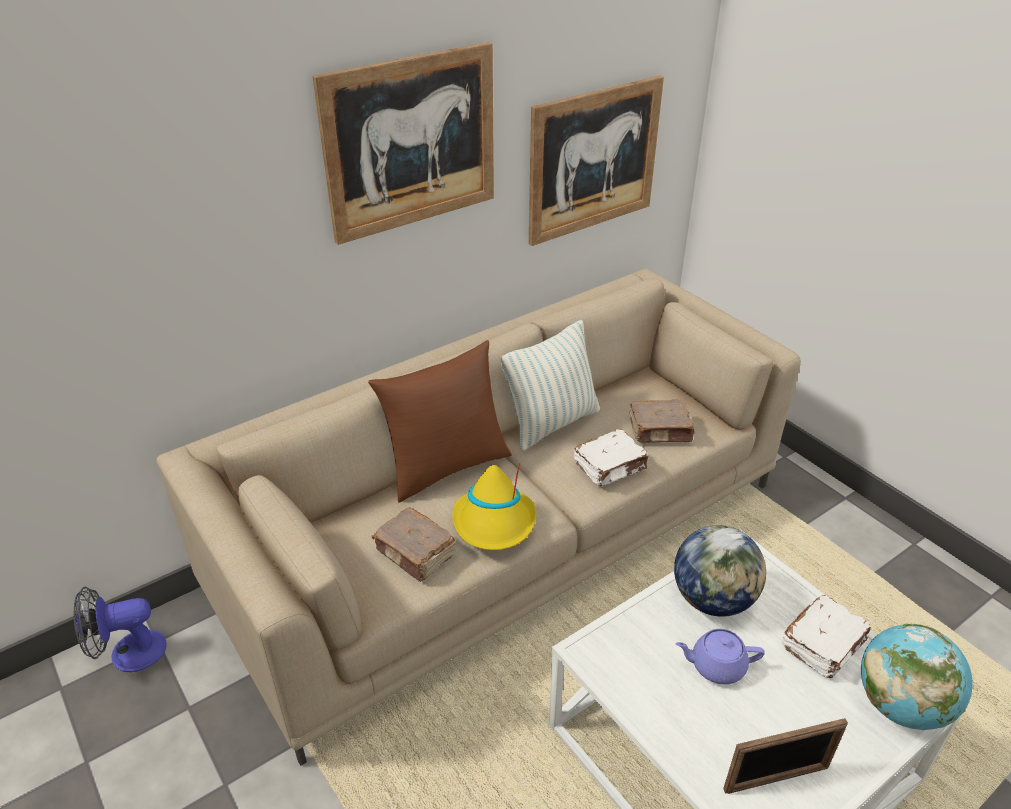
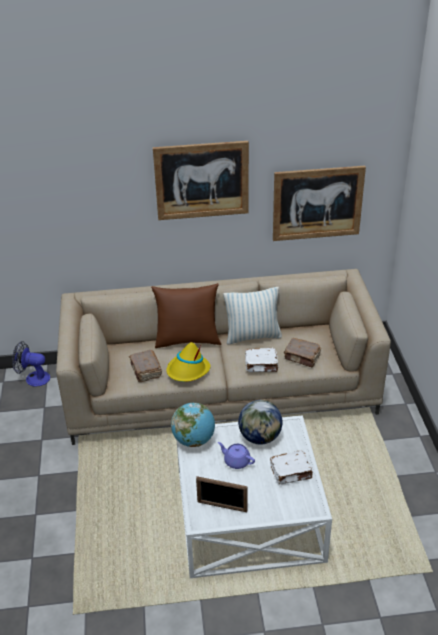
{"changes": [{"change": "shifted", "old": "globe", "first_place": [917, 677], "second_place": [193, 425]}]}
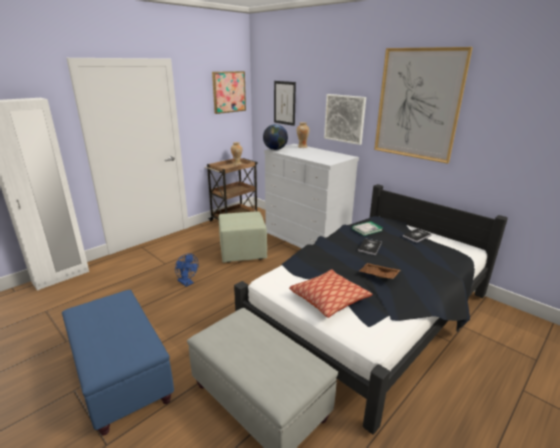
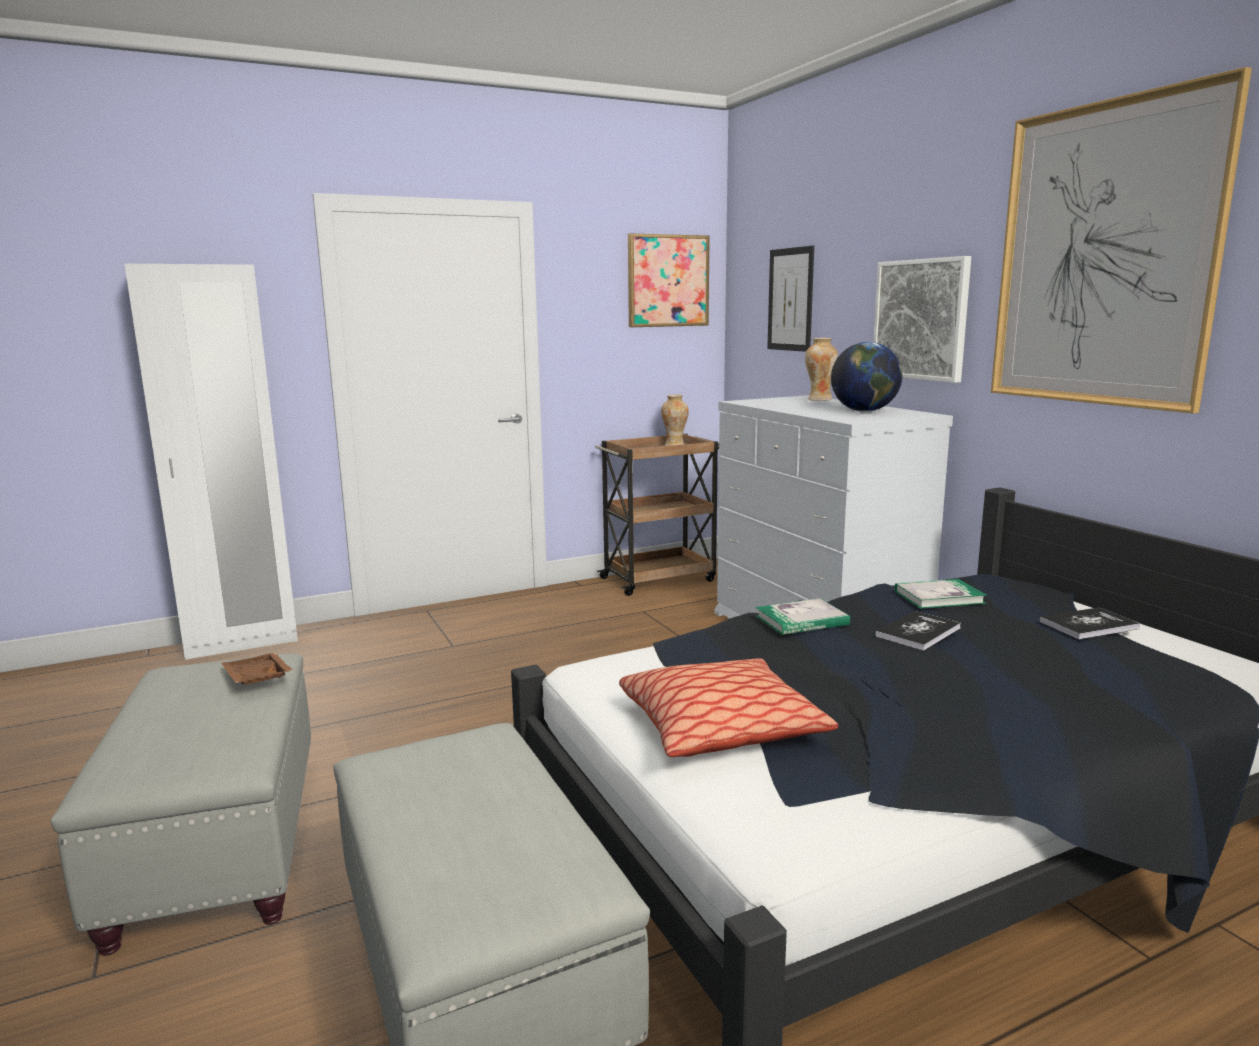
{"changes": [{"change": "repainted", "old": "pouf [bleu]", "new": "pouf [gris]", "first_place": [118, 362], "second_place": [181, 805]}, {"change": "shifted", "old": "plateau [marron]", "first_place": [379, 271], "second_place": [257, 669]}, {"change": "new", "new": "livre", "second_place": [802, 616]}, {"change": "shifted", "old": "globe", "first_place": [275, 137], "second_place": [866, 377]}, {"change": "gone", "old": "ventilateur [bleu]", "first_place": [186, 270]}, {"change": "gone", "old": "pouf [vert]", "first_place": [243, 237]}]}
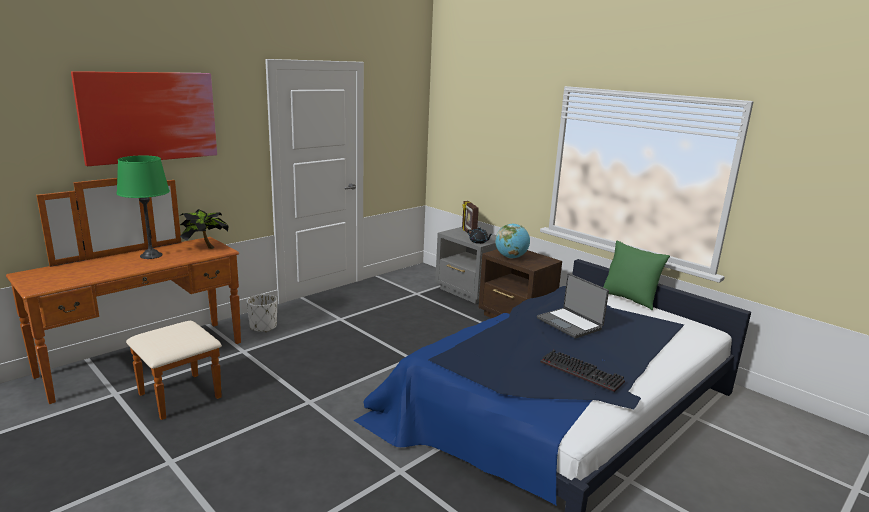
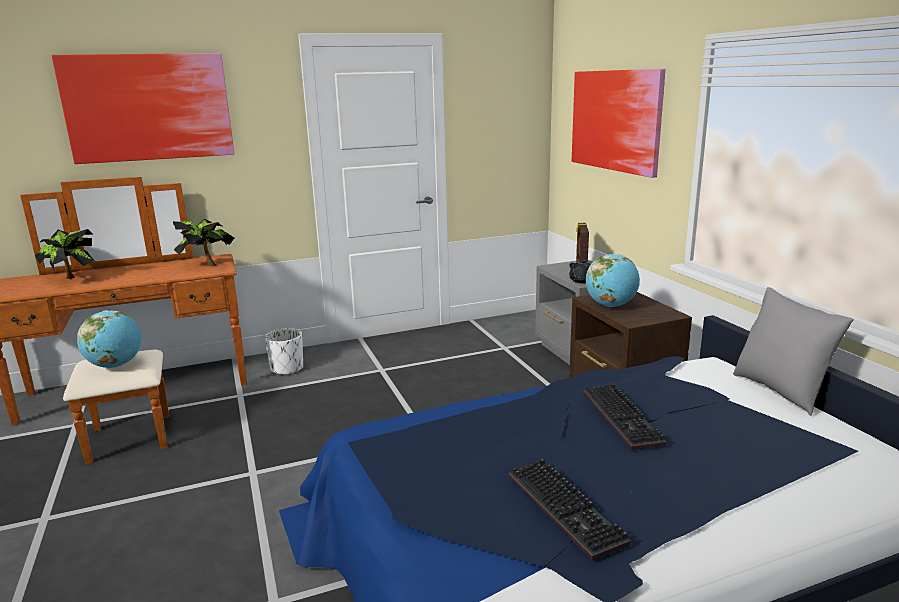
{"changes": [{"change": "new", "new": "plante en pot", "second_place": [64, 254]}, {"change": "new", "new": "globe", "second_place": [109, 339]}, {"change": "new", "new": "tableau", "second_place": [618, 123]}, {"change": "swapped", "old": "ordinateur portable", "new": "clavier", "first_place": [573, 305], "second_place": [625, 416]}, {"change": "repainted", "old": "coussin [vert]", "new": "coussin [gris]", "first_place": [636, 275], "second_place": [793, 351]}, {"change": "gone", "old": "lampe de table [vert]", "first_place": [143, 207]}]}
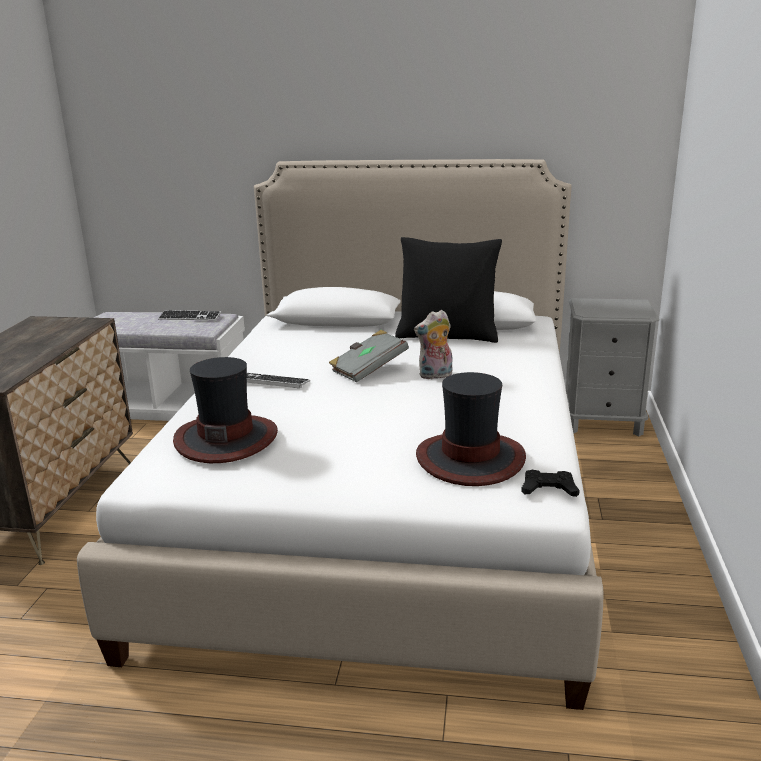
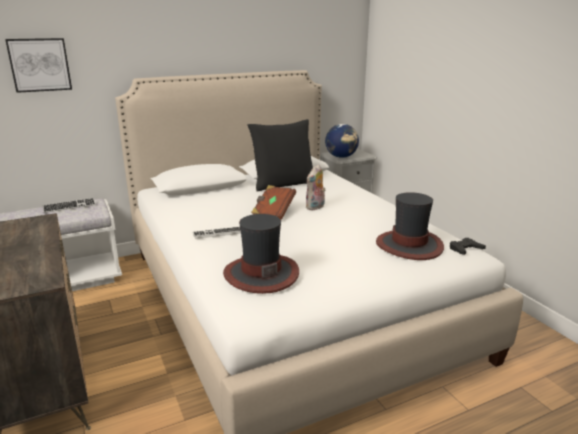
{"changes": [{"change": "new", "new": "tableau", "second_place": [38, 65]}, {"change": "repainted", "old": "livre [gris]", "new": "livre [marron]", "first_place": [369, 356], "second_place": [273, 202]}, {"change": "new", "new": "globe", "second_place": [342, 141]}]}
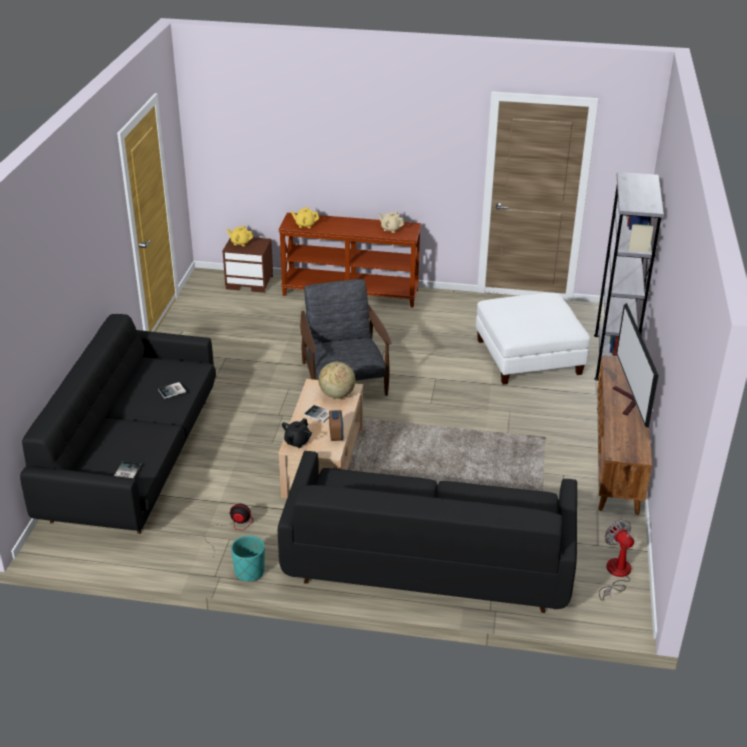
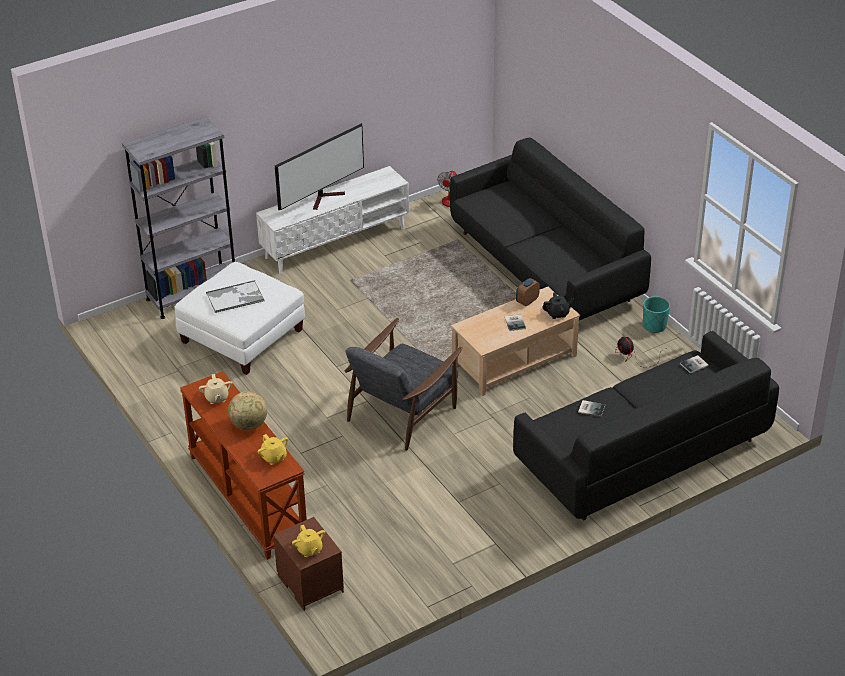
{"changes": [{"change": "new", "new": "plateau", "second_place": [235, 296]}, {"change": "shifted", "old": "globe", "first_place": [336, 380], "second_place": [247, 410]}, {"change": "repainted", "old": "meuble télé [marron]", "new": "meuble télé [blanc]", "first_place": [624, 435], "second_place": [332, 220]}]}
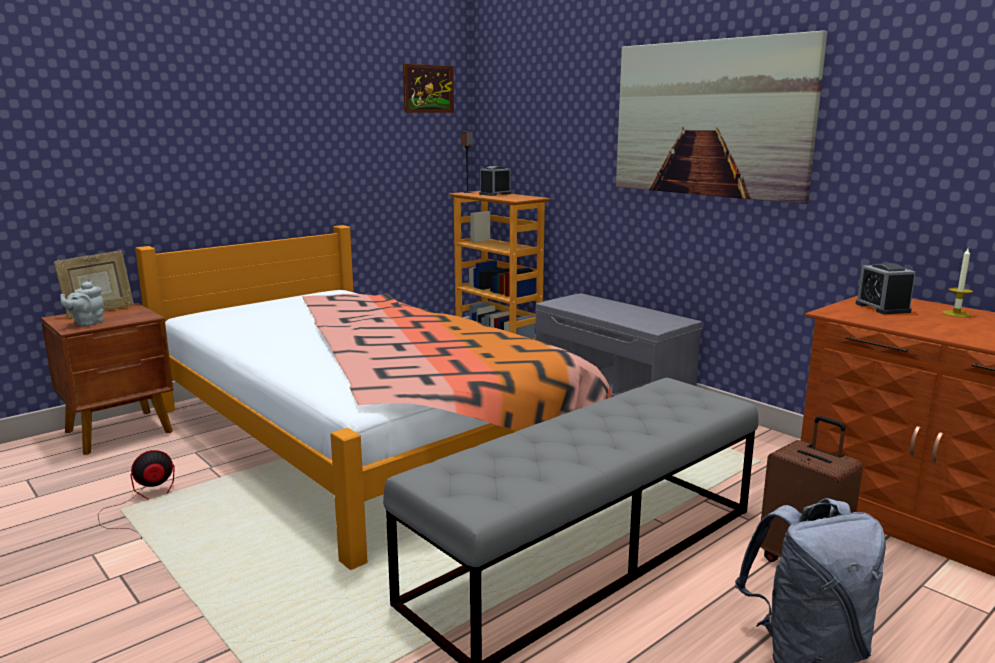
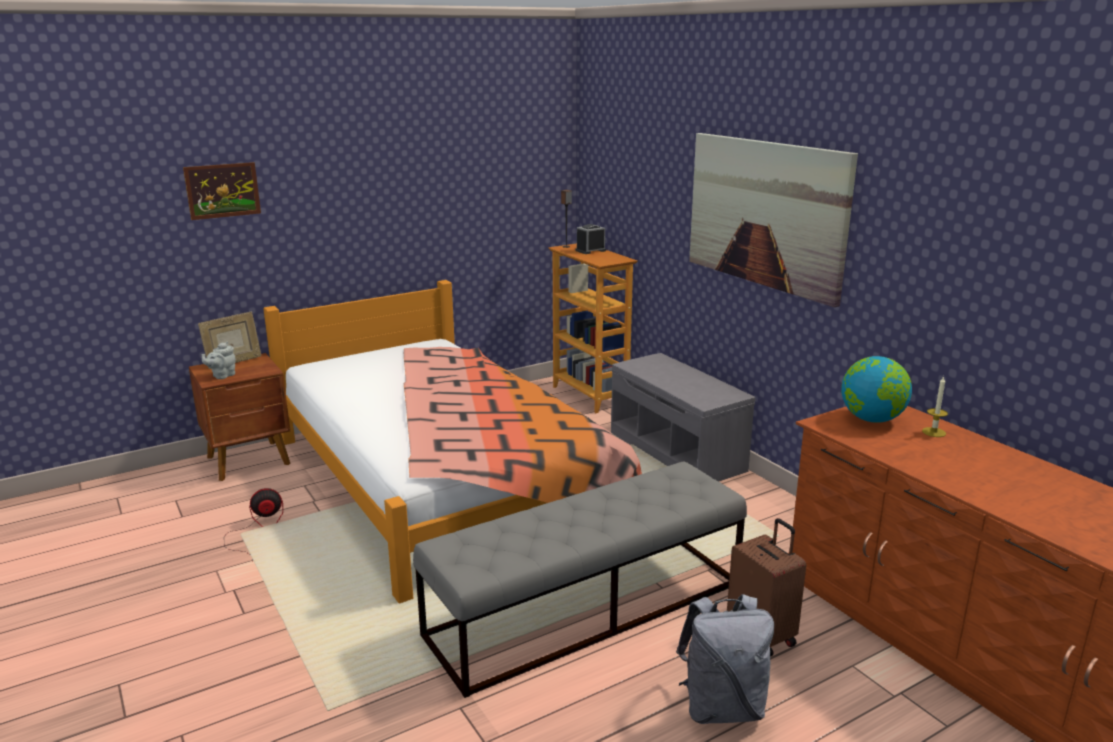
{"changes": [{"change": "shifted", "old": "tableau", "first_place": [428, 88], "second_place": [222, 191]}, {"change": "swapped", "old": "réveil", "new": "globe", "first_place": [885, 288], "second_place": [876, 389]}]}
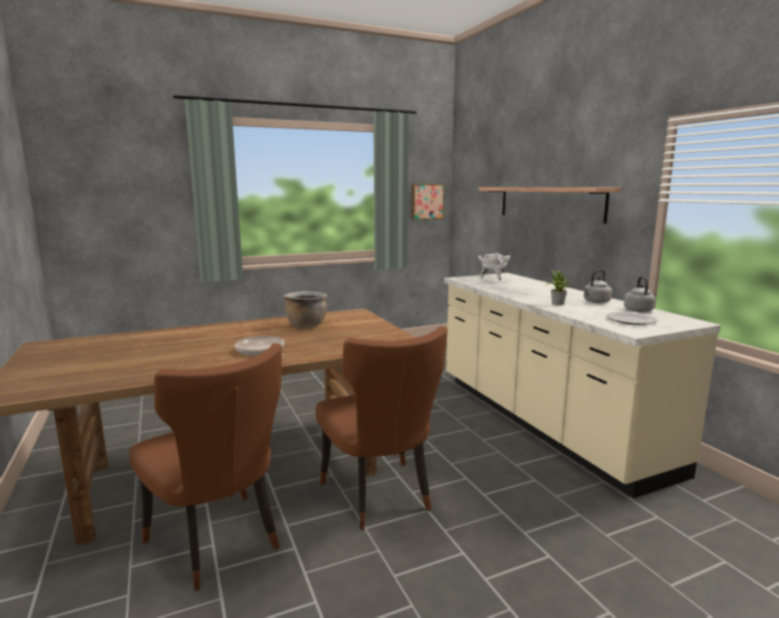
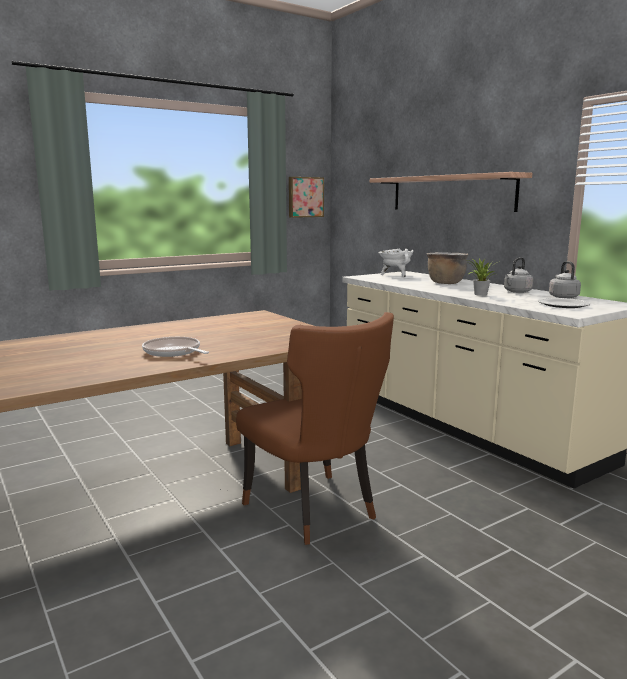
{"changes": [{"change": "shifted", "old": "marmite [marron]", "first_place": [305, 309], "second_place": [447, 268]}, {"change": "gone", "old": "chaise [marron]", "first_place": [205, 467]}]}
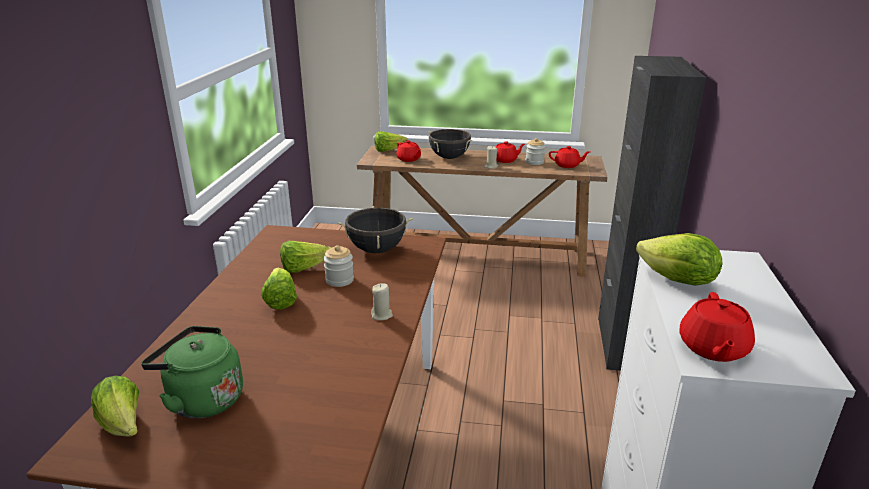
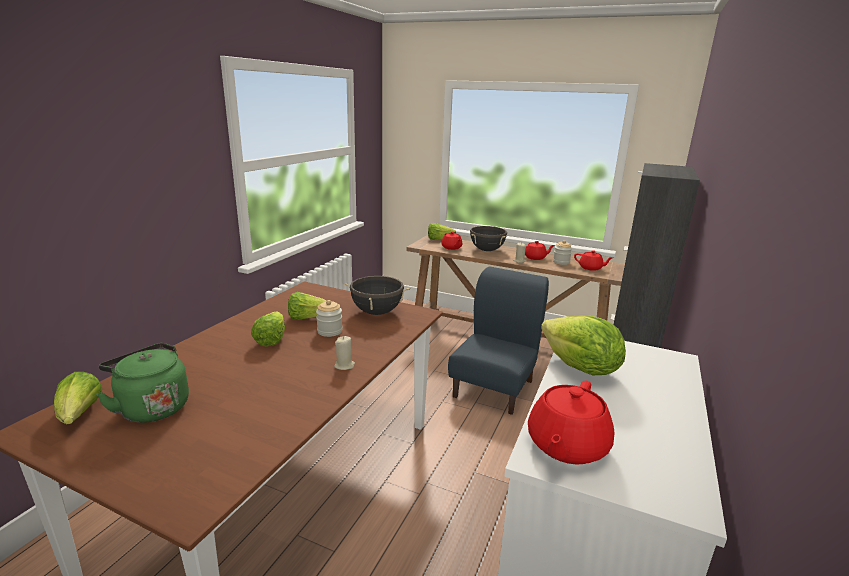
{"changes": [{"change": "new", "new": "chaise [bleu]", "second_place": [498, 341]}]}
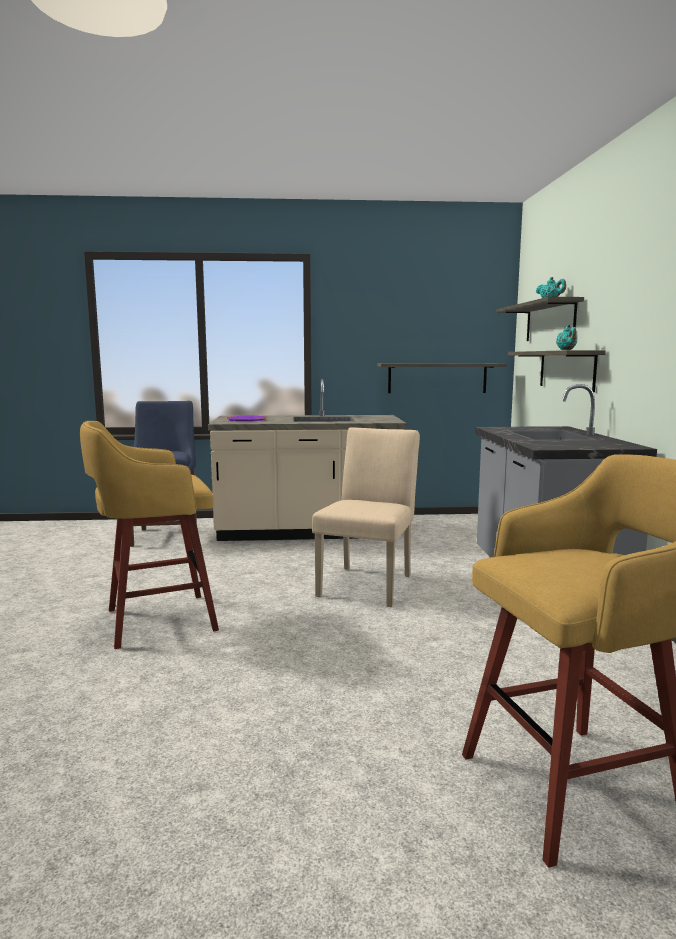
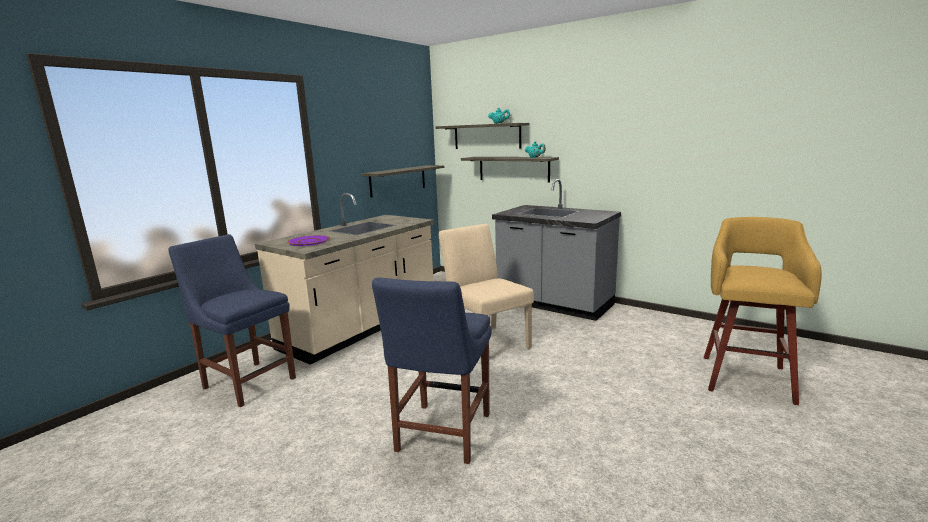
{"changes": [{"change": "swapped", "old": "tabouret [jaune]", "new": "chaise [bleu]", "first_place": [149, 535], "second_place": [432, 370]}]}
